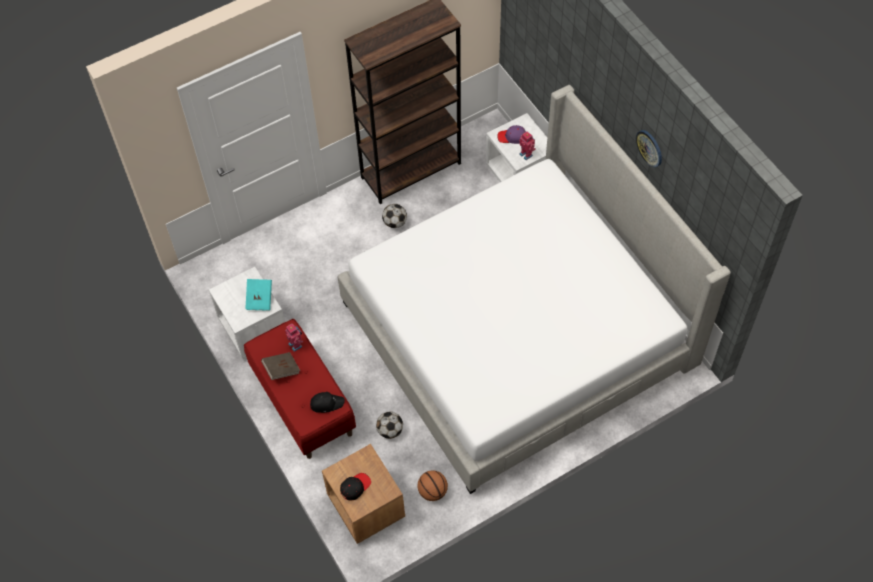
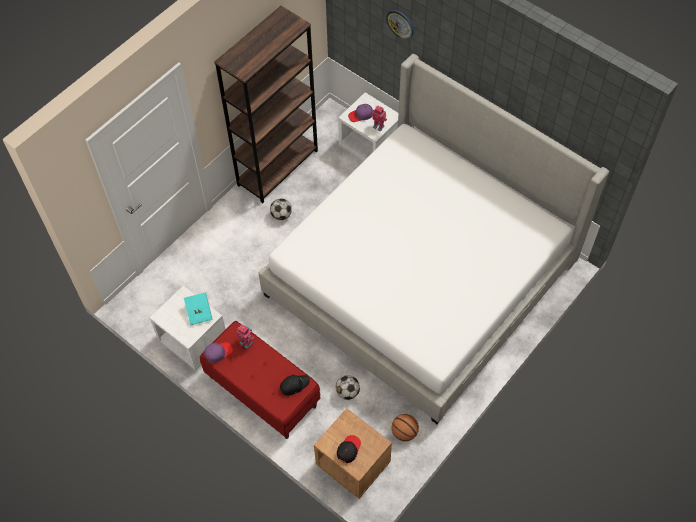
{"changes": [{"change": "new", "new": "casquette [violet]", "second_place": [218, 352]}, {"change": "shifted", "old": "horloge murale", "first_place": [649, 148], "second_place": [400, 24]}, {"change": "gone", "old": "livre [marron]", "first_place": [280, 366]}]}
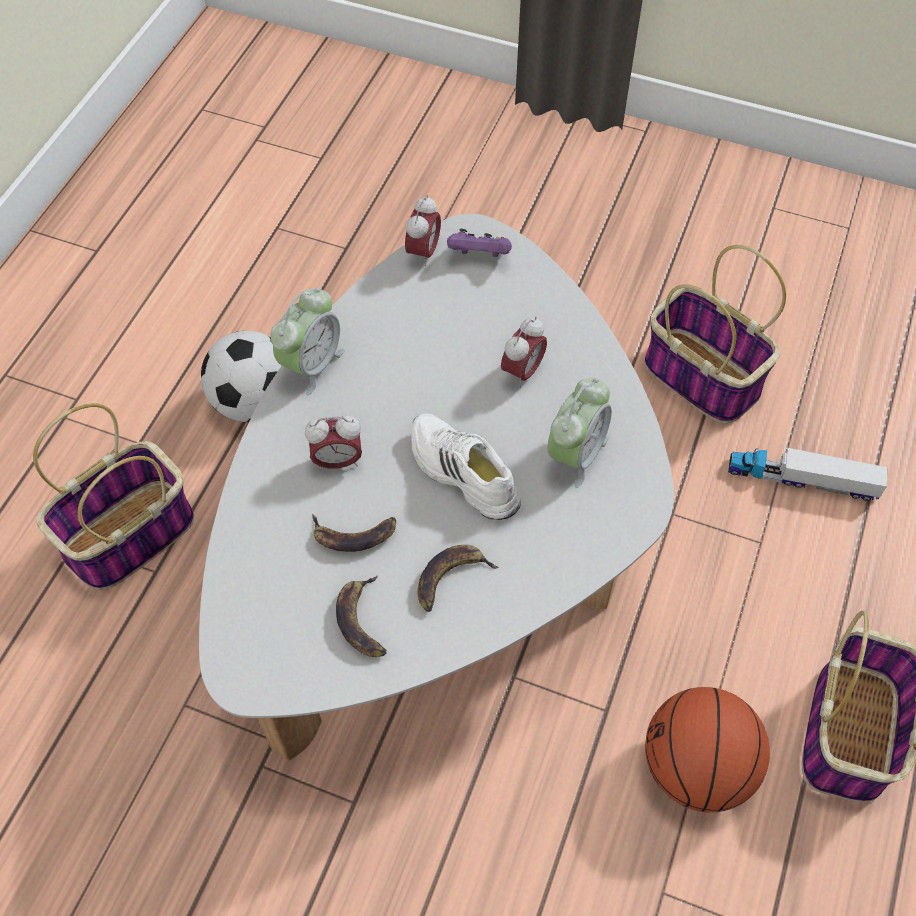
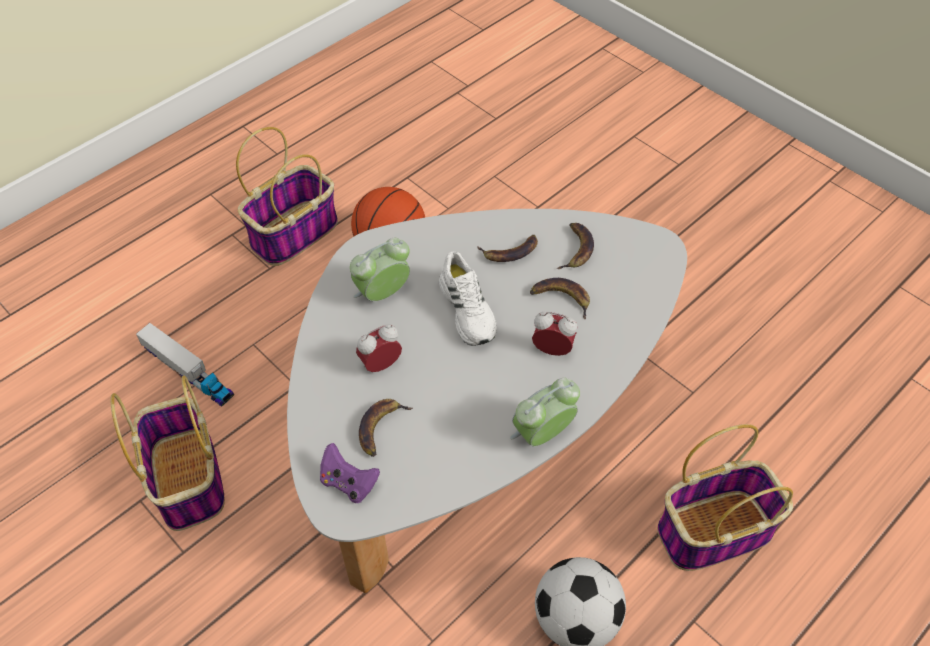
{"changes": [{"change": "new", "new": "banane", "second_place": [386, 428]}, {"change": "gone", "old": "réveil", "first_place": [423, 231]}]}
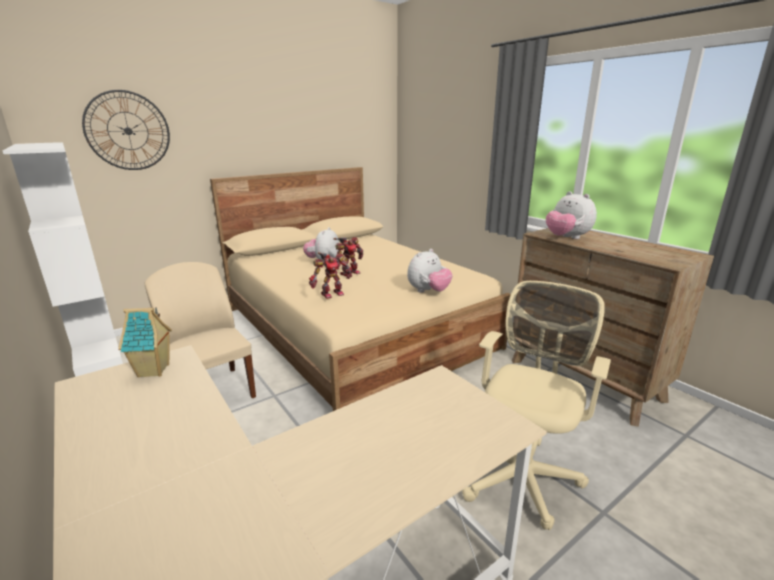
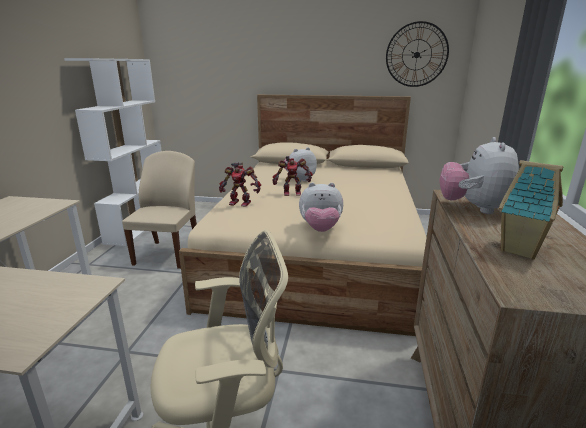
{"changes": [{"change": "shifted", "old": "horloge murale", "first_place": [126, 130], "second_place": [417, 54]}, {"change": "shifted", "old": "maison miniature", "first_place": [145, 342], "second_place": [531, 210]}]}
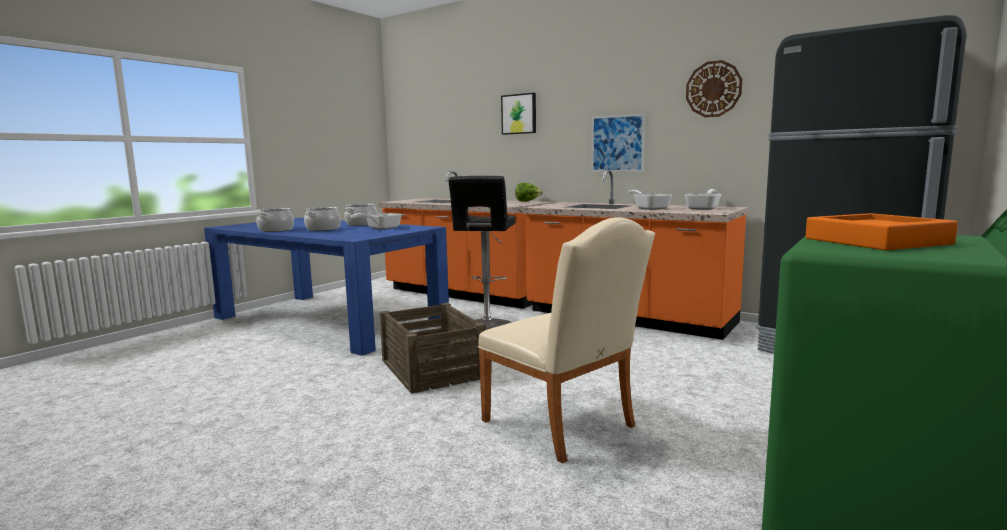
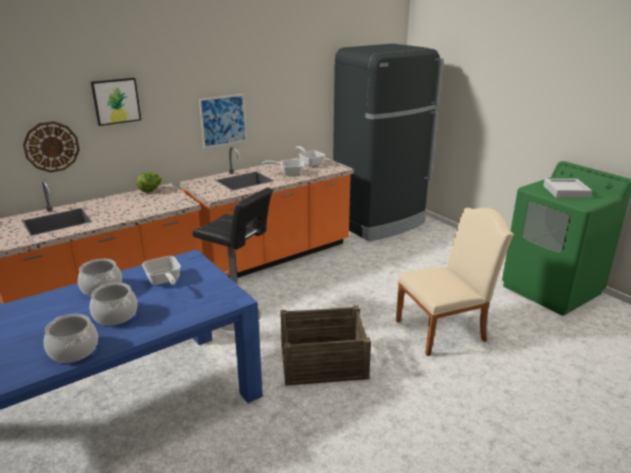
{"changes": [{"change": "shifted", "old": "horloge murale", "first_place": [714, 88], "second_place": [51, 147]}, {"change": "repainted", "old": "plateau [orange]", "new": "plateau [gris]", "first_place": [882, 231], "second_place": [567, 188]}]}
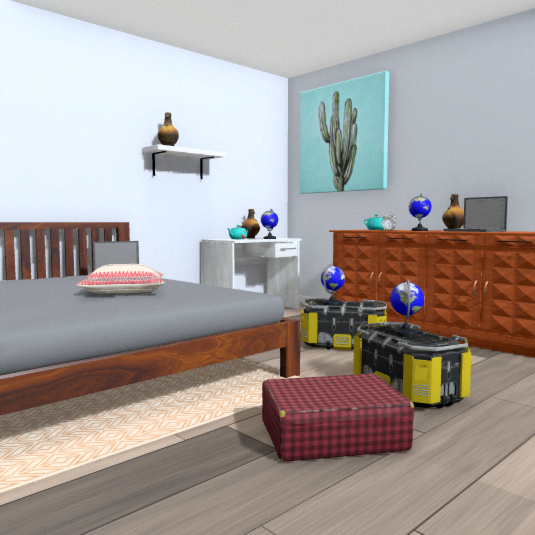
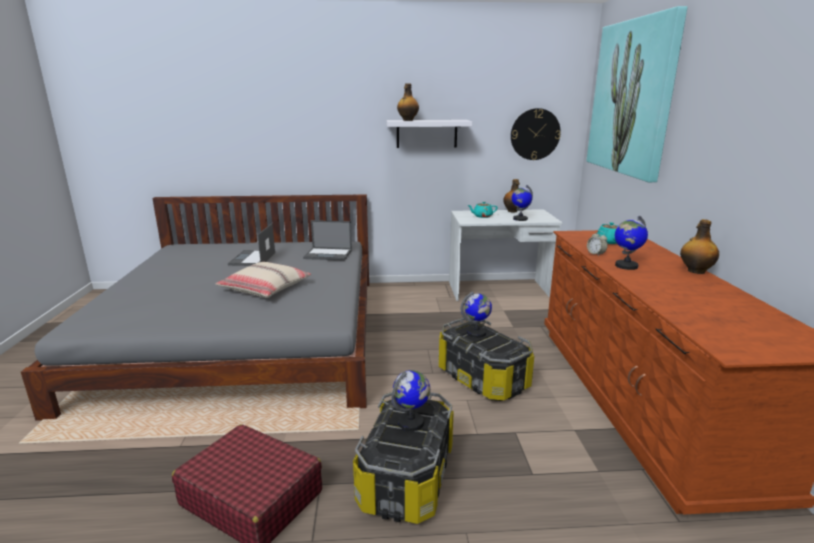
{"changes": [{"change": "shifted", "old": "ordinateur portable", "first_place": [475, 214], "second_place": [251, 244]}, {"change": "new", "new": "horloge murale", "second_place": [536, 134]}]}
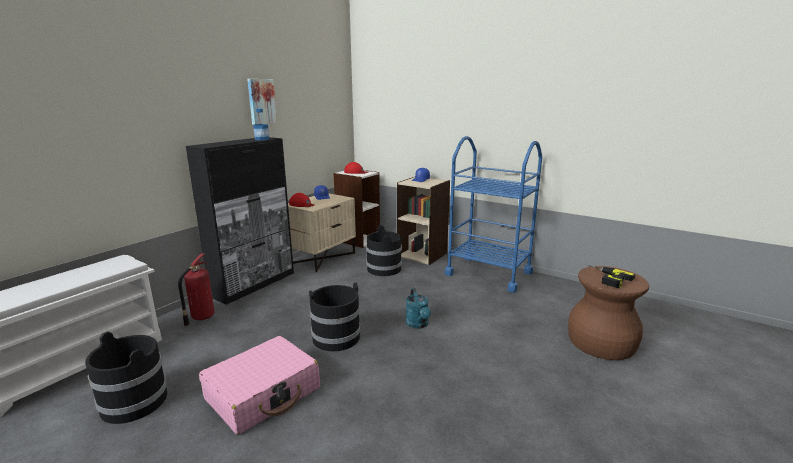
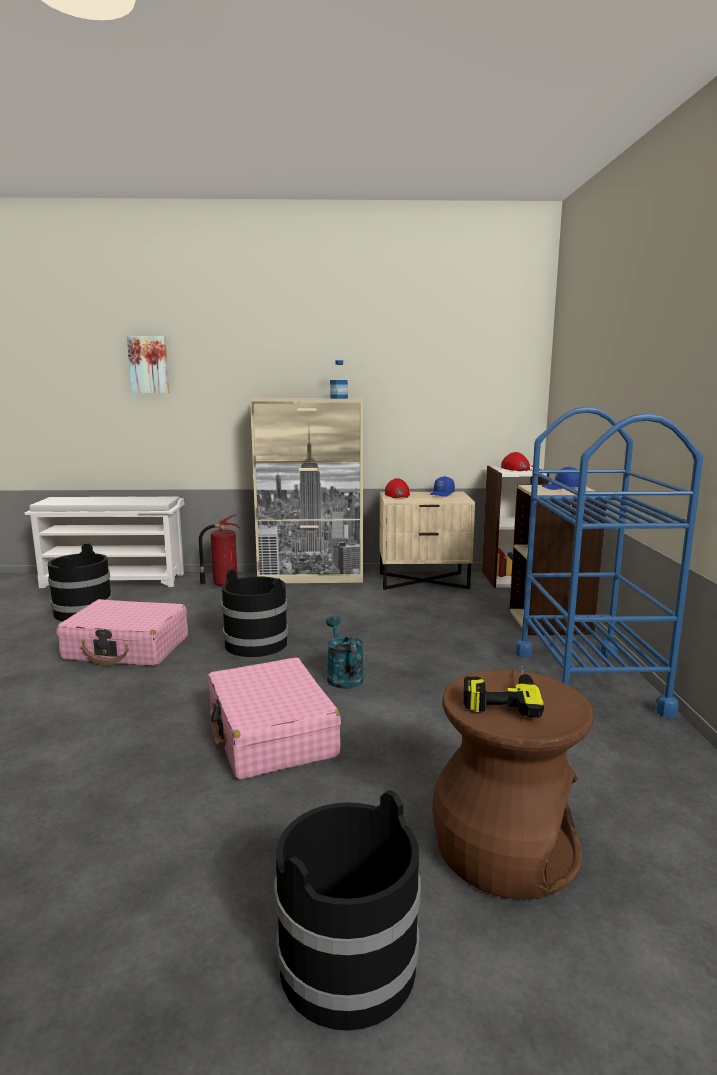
{"changes": [{"change": "shifted", "old": "tableau", "first_place": [262, 102], "second_place": [148, 364]}, {"change": "new", "new": "valise [rose]", "second_place": [274, 718]}, {"change": "repainted", "old": "meuble de rangement [noir]", "new": "meuble de rangement [beige]", "first_place": [240, 221], "second_place": [306, 490]}, {"change": "shifted", "old": "seau [noir]", "first_place": [384, 250], "second_place": [347, 910]}, {"change": "rotated", "old": "arrosoir [turquoise]", "first_place": [418, 308], "second_place": [345, 652], "degrees": 120}]}
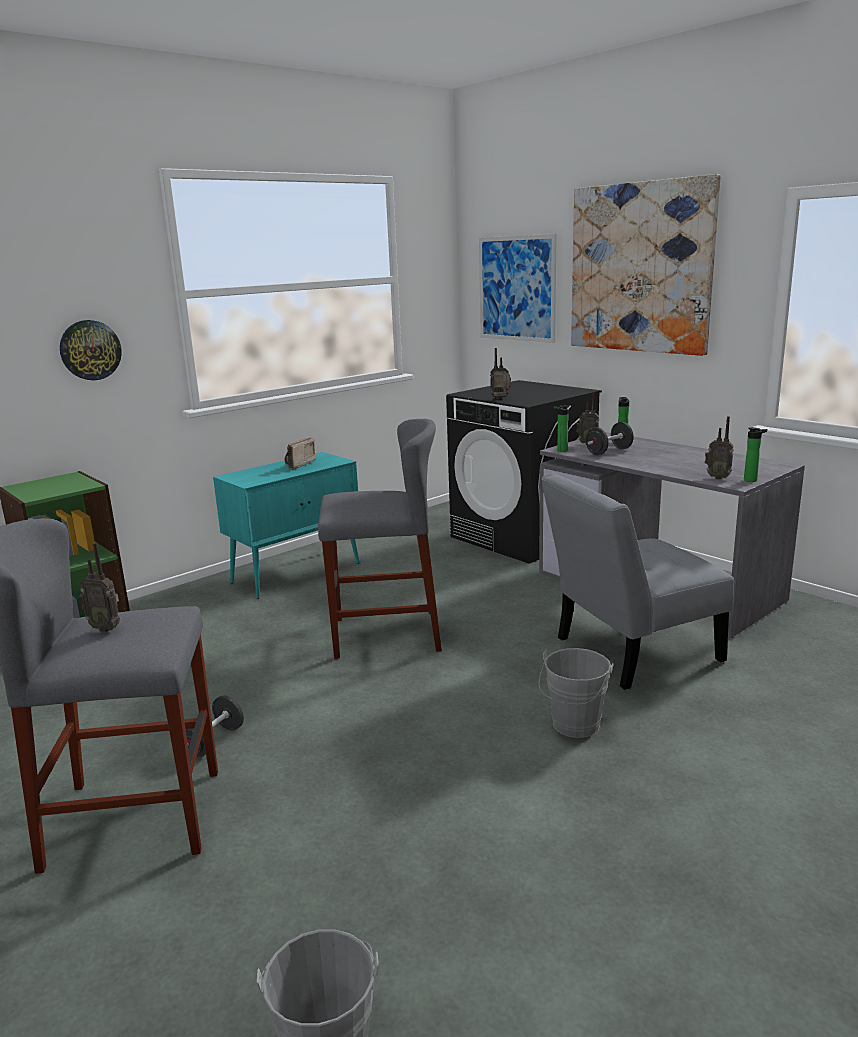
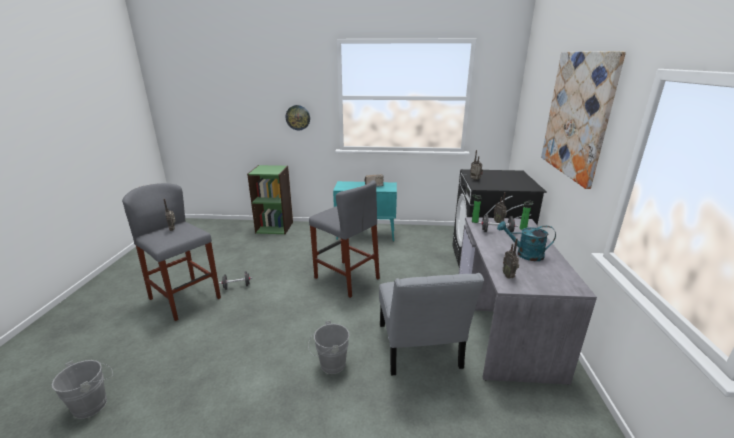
{"changes": [{"change": "rotated", "old": "chaise [gris]", "first_place": [637, 581], "second_place": [431, 324], "degrees": -120}, {"change": "new", "new": "arrosoir [turquoise]", "second_place": [526, 241]}, {"change": "gone", "old": "tableau", "first_place": [518, 288]}, {"change": "gone", "old": "bouteille", "first_place": [756, 454]}]}
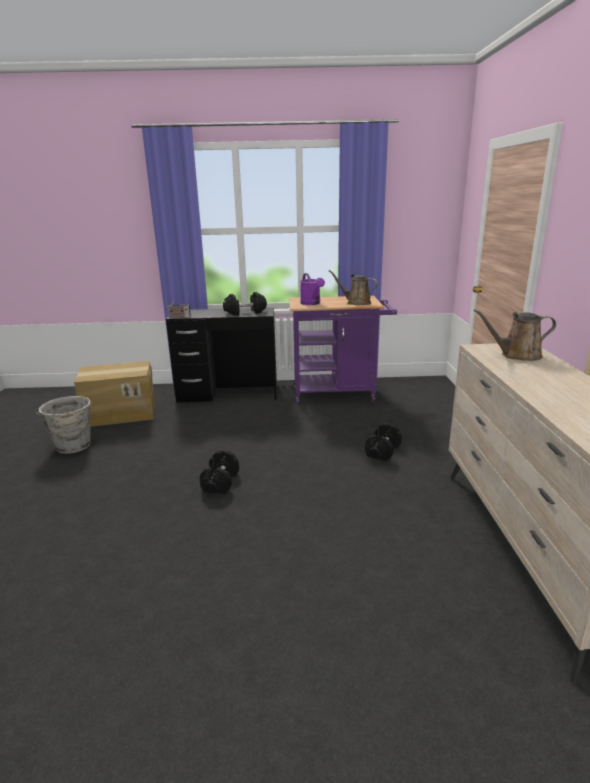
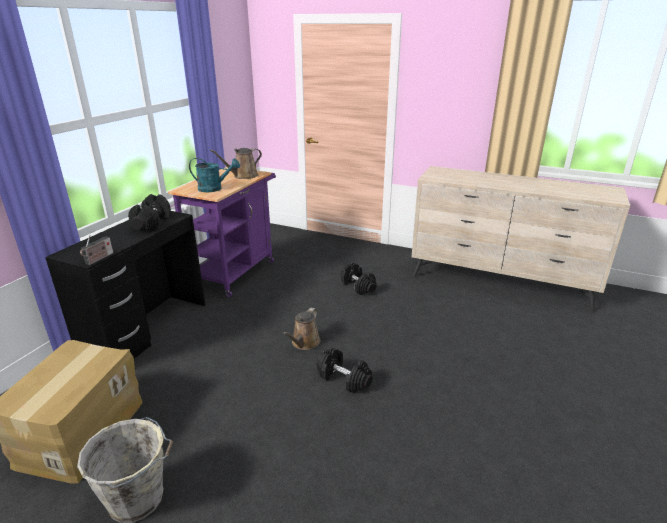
{"changes": [{"change": "repainted", "old": "arrosoir [violet]", "new": "arrosoir [turquoise]", "first_place": [312, 289], "second_place": [214, 175]}, {"change": "shifted", "old": "arrosoir [marron]", "first_place": [515, 335], "second_place": [301, 329]}]}
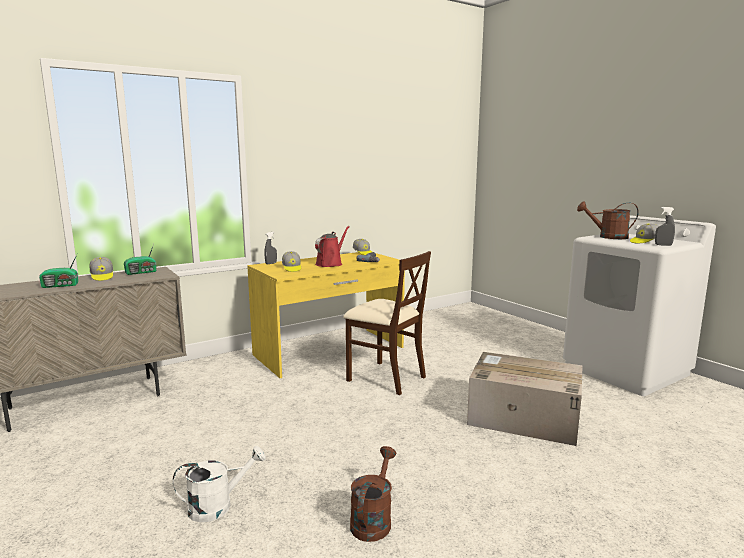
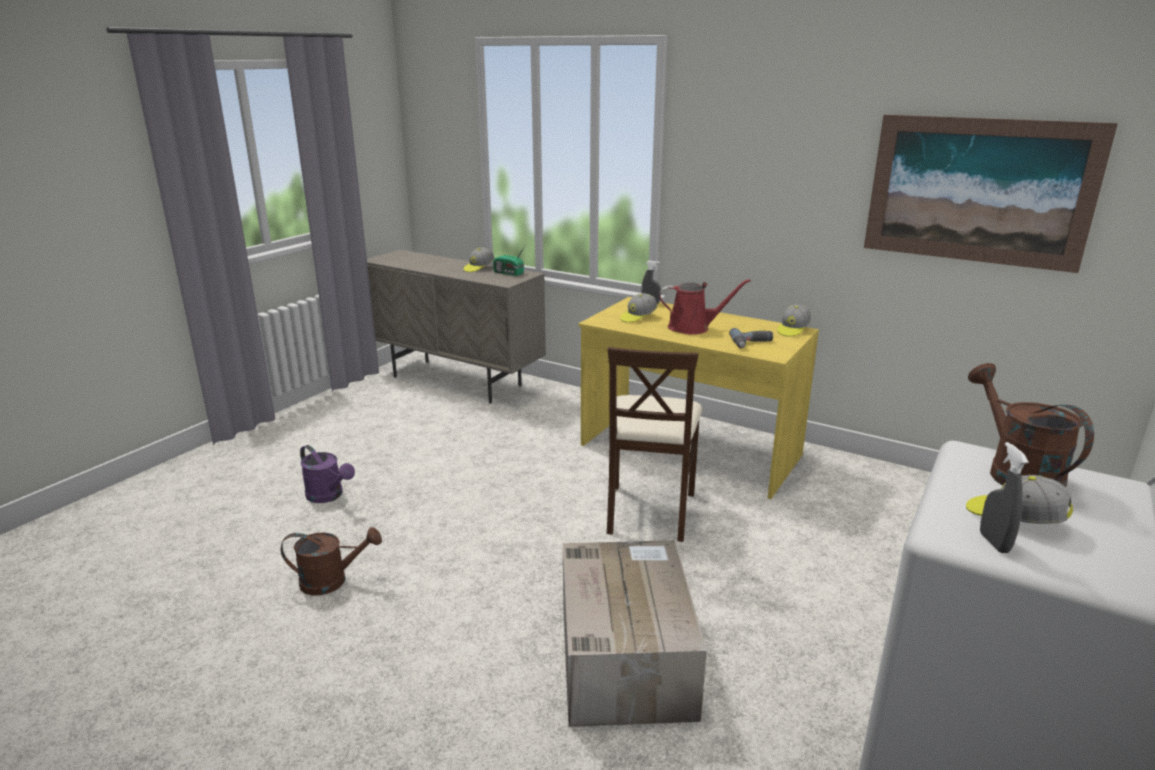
{"changes": [{"change": "repainted", "old": "arrosoir [blanc]", "new": "arrosoir [violet]", "first_place": [219, 484], "second_place": [327, 474]}, {"change": "new", "new": "tableau", "second_place": [991, 194]}, {"change": "gone", "old": "radio", "first_place": [58, 271]}]}
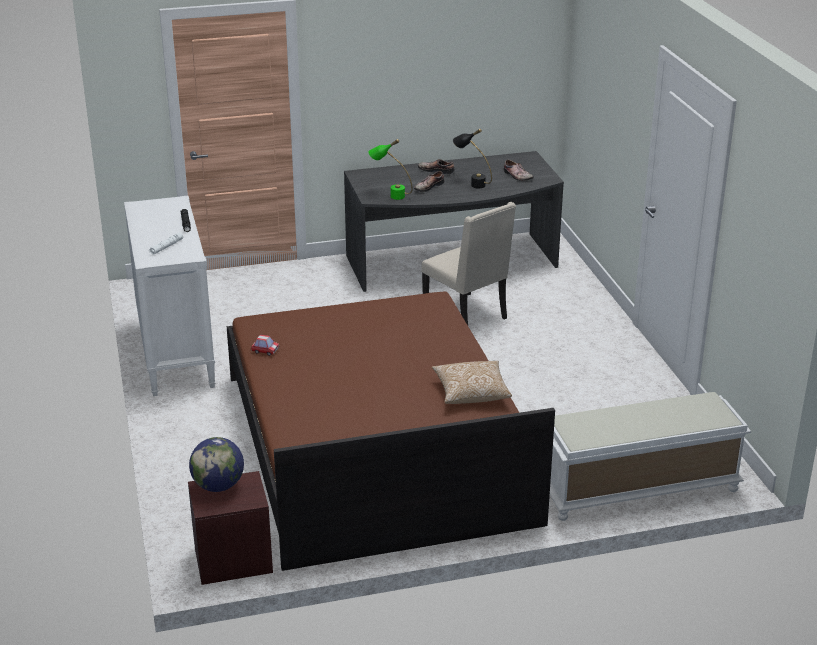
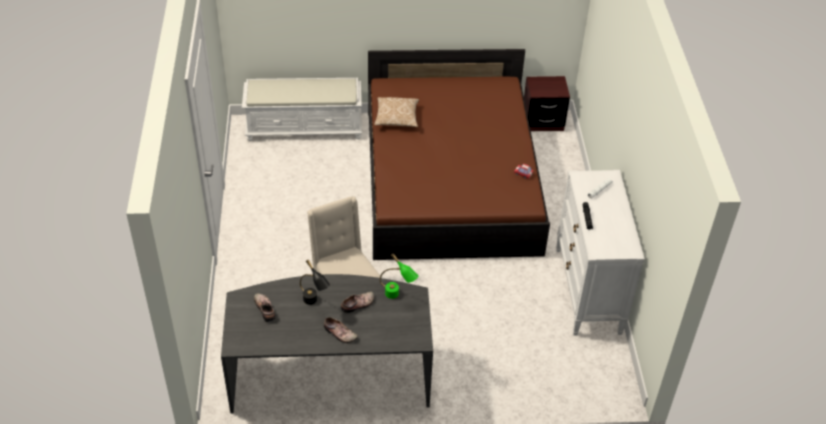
{"changes": [{"change": "gone", "old": "globe", "first_place": [216, 464]}]}
